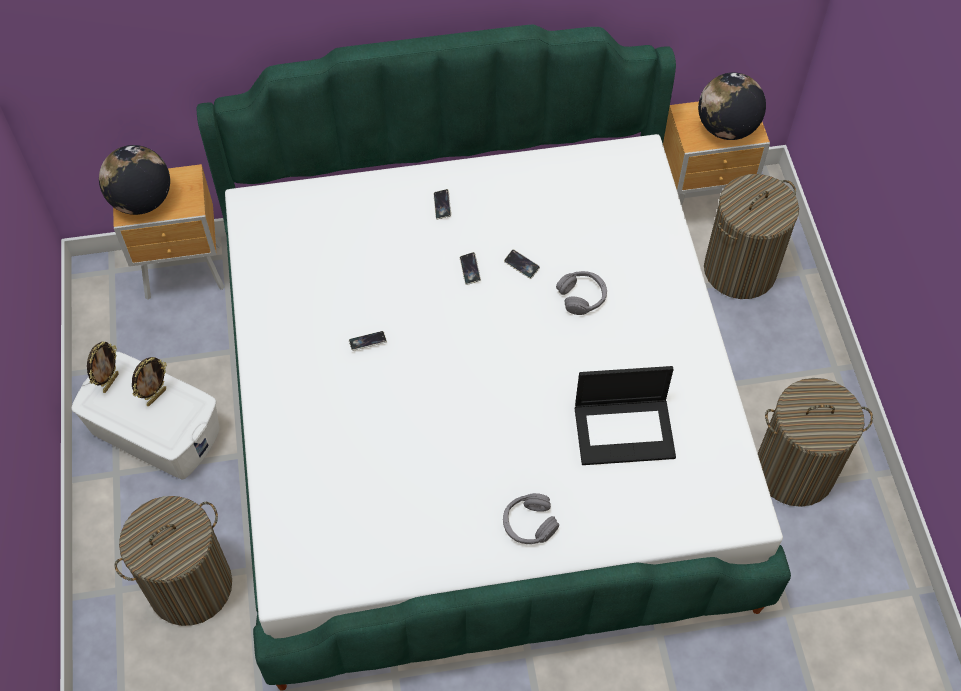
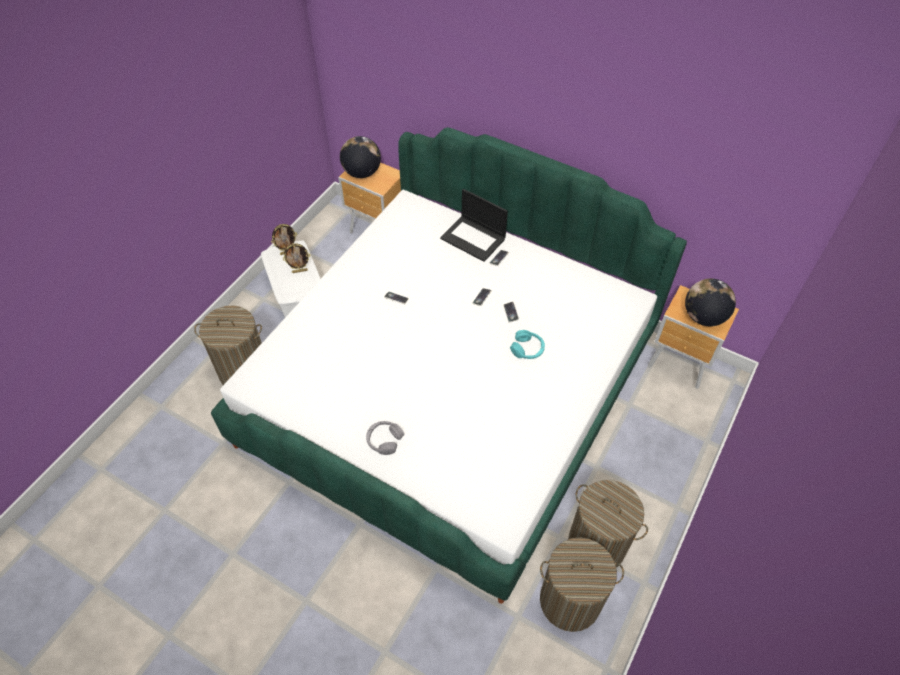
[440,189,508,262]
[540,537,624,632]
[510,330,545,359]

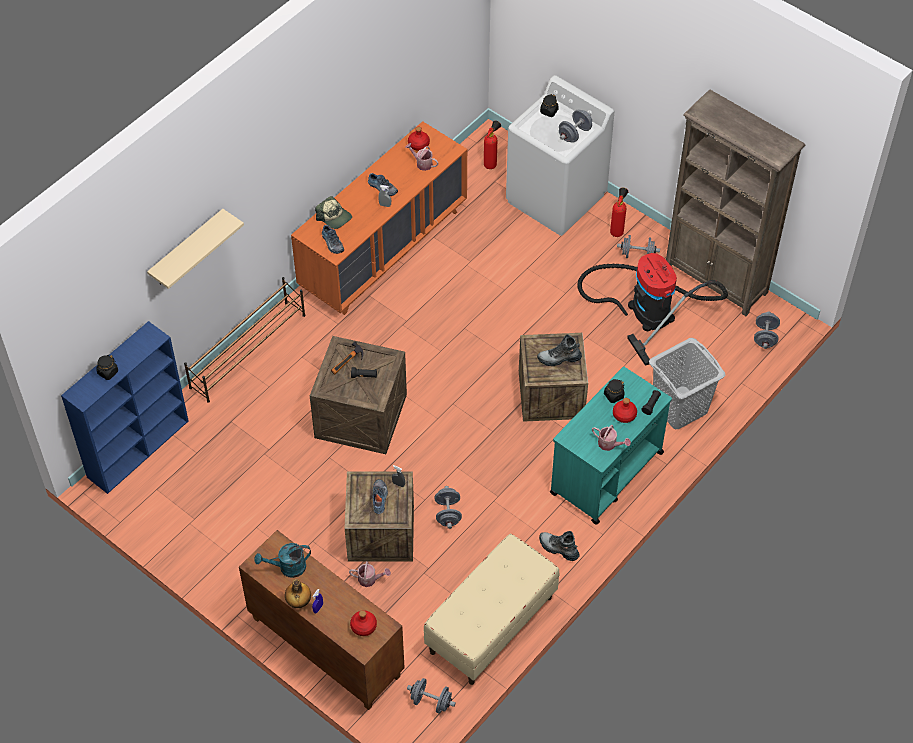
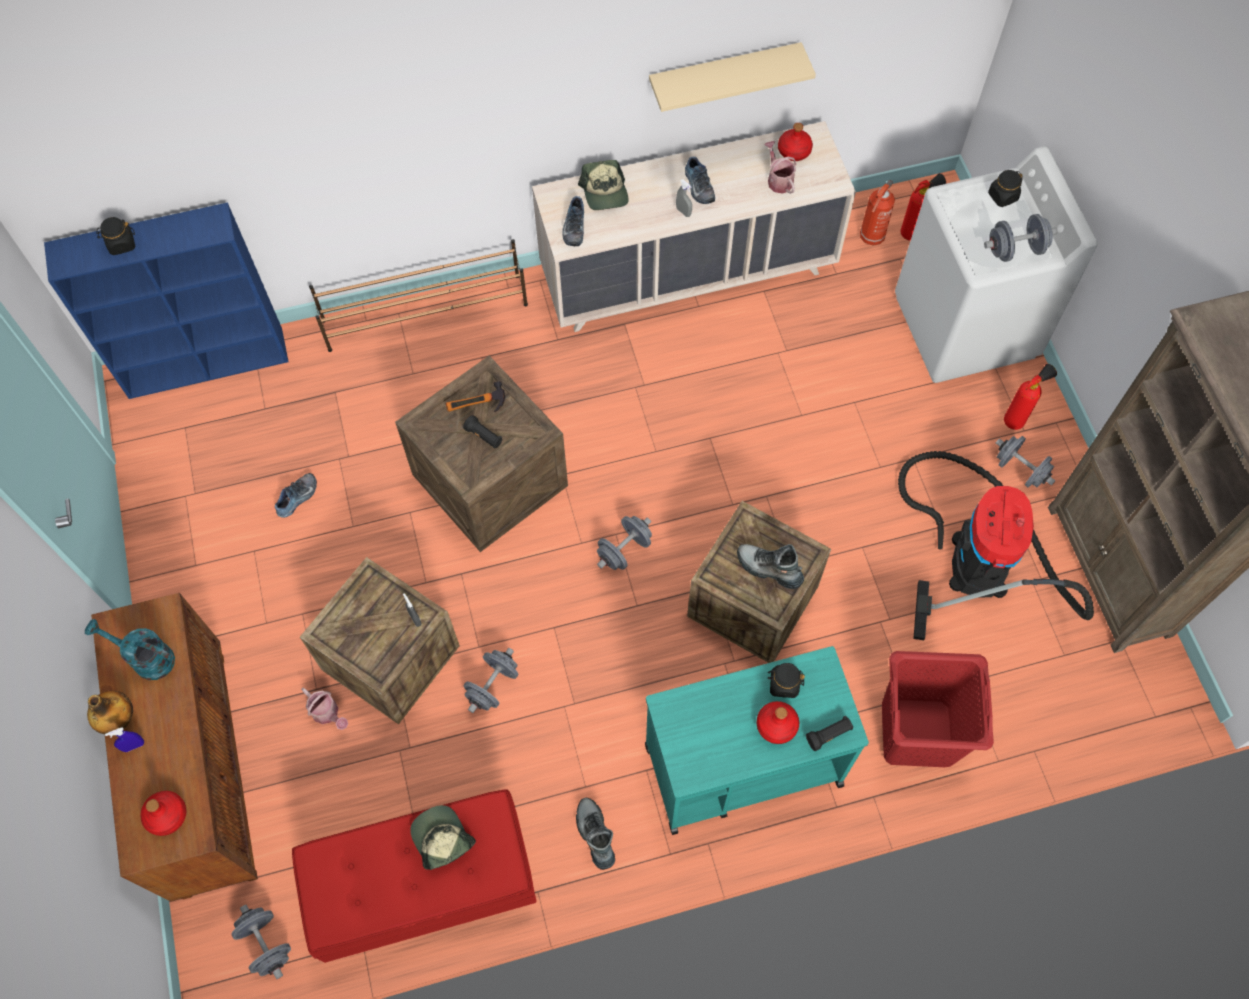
[592,425,631,451] (first image)
[410,805,476,870]
[860,180,895,246]
[649,42,816,112]
[275,473,317,518]
[597,516,652,570]
[532,121,856,332]
[292,790,537,963]
[882,651,994,767]

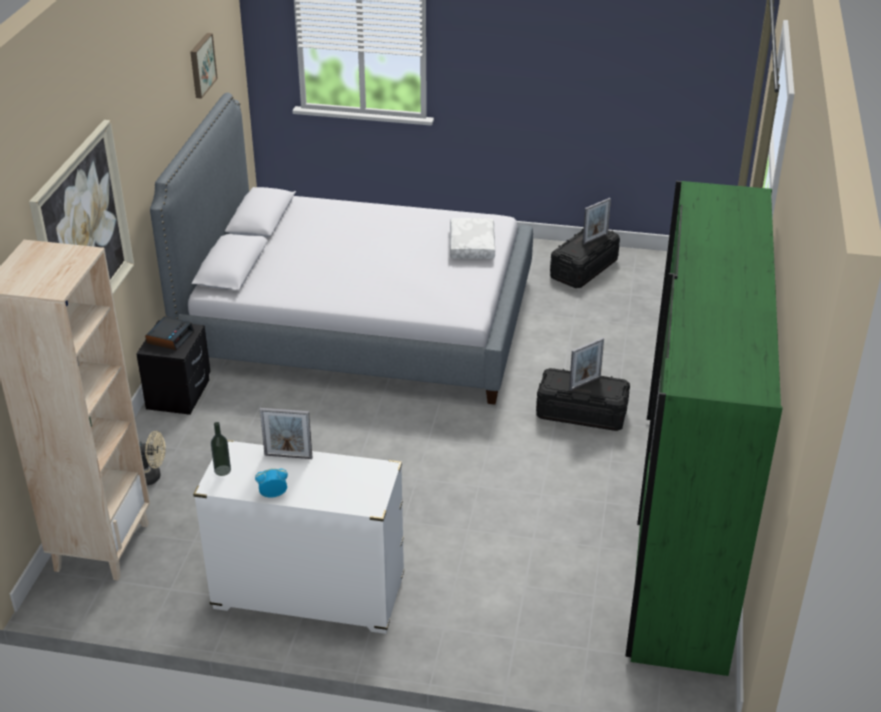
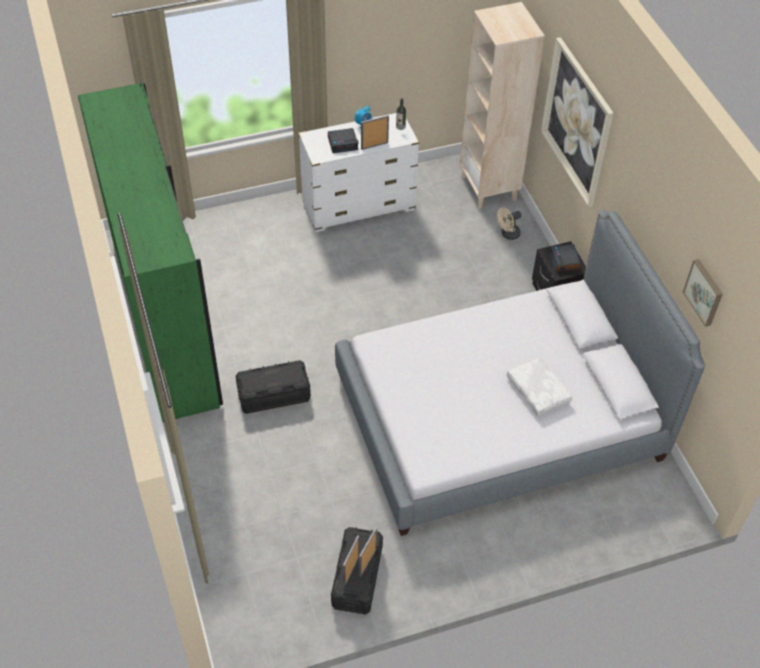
[328,128,358,153]
[507,357,572,416]
[359,527,377,577]

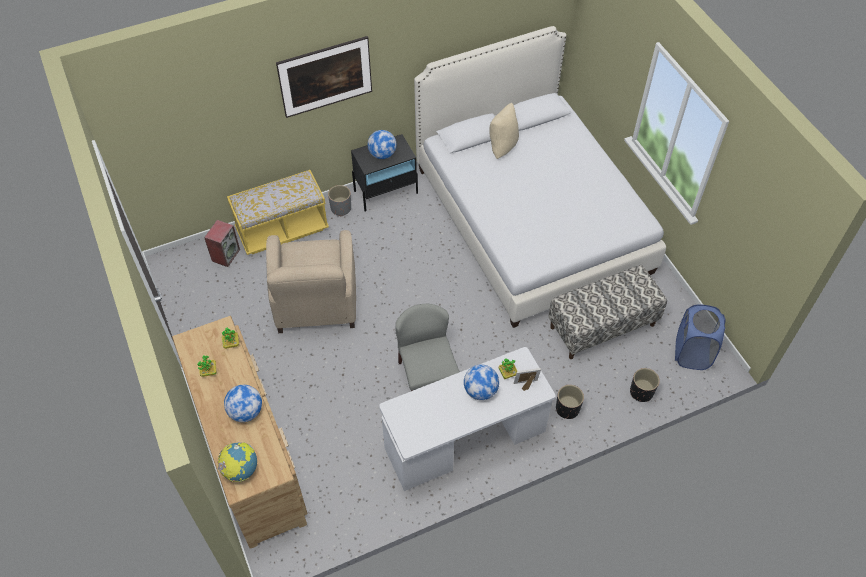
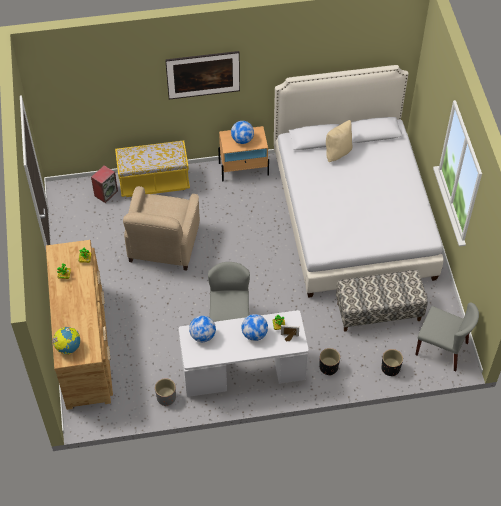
[189,316,216,342]
[155,378,176,406]
[415,302,479,371]
[218,126,269,181]

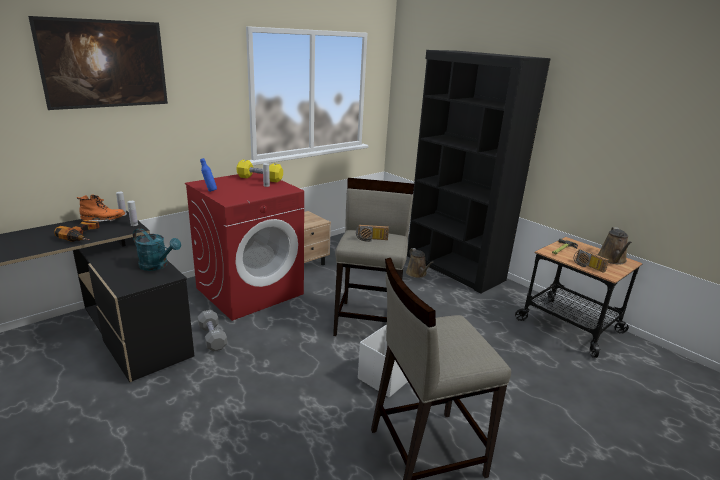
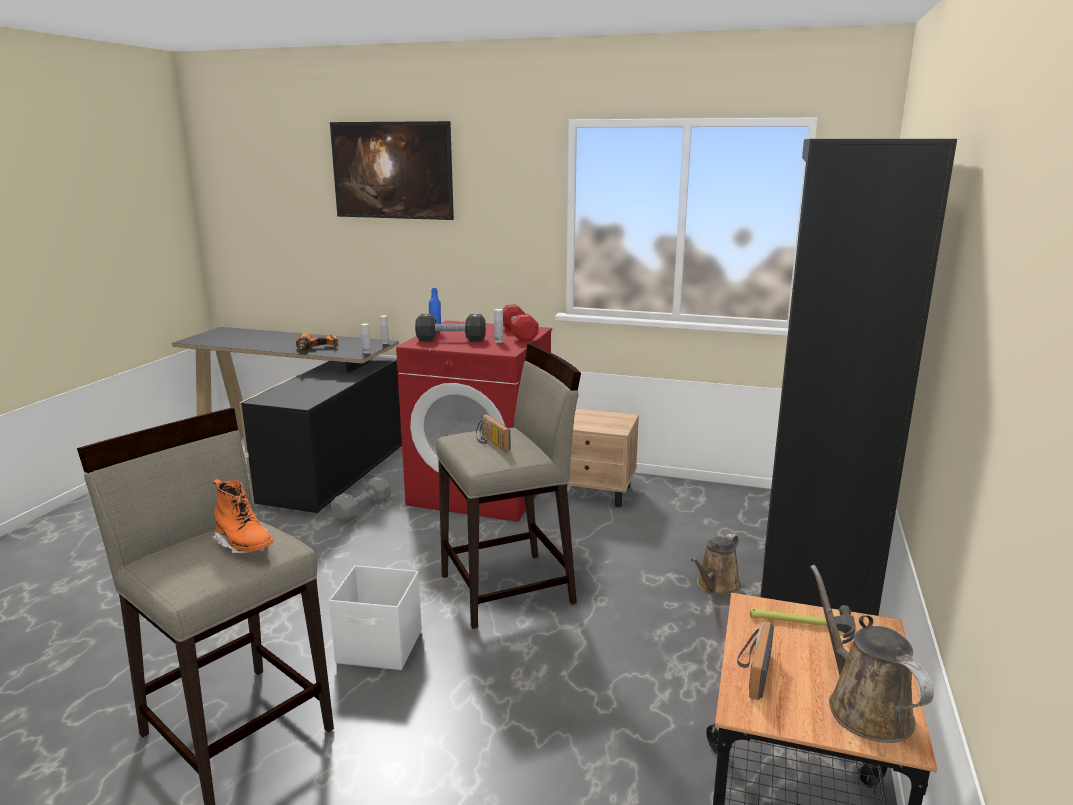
[133,228,181,271] (first image)
[415,314,486,341]
[212,479,274,553]
[502,304,538,342]
[810,565,934,743]

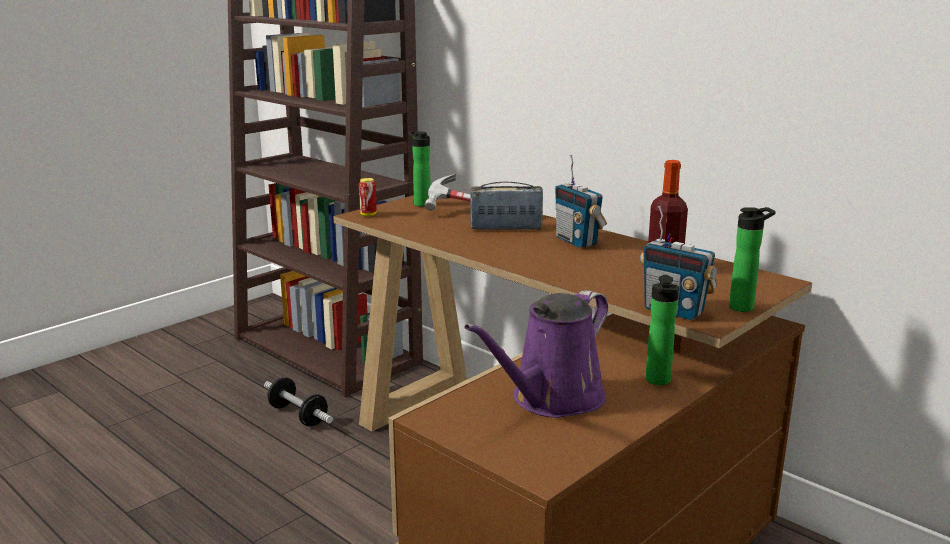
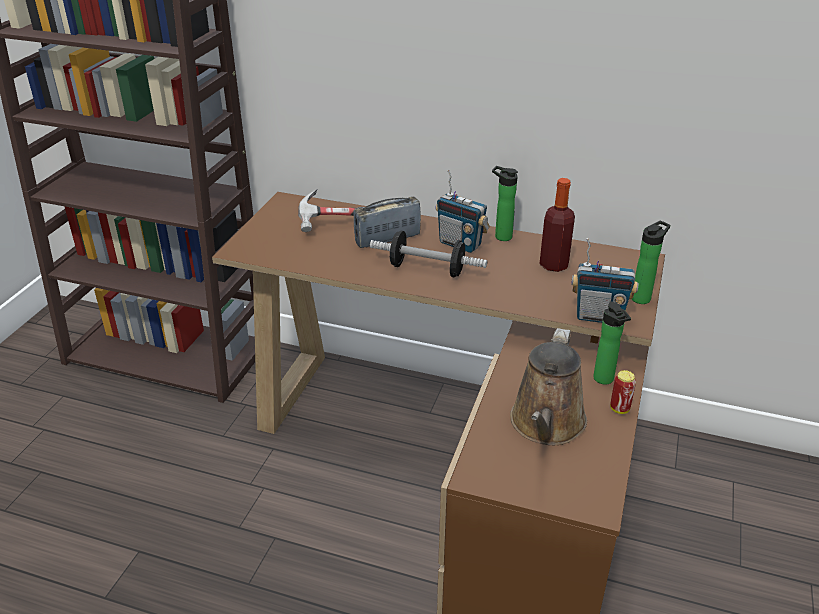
[370,231,487,277]
[610,370,636,414]
[492,166,518,241]
[510,328,587,445]

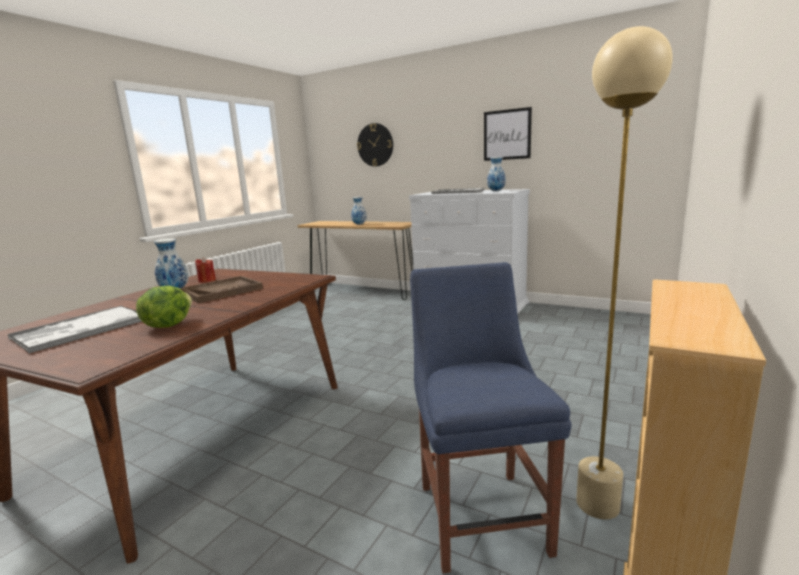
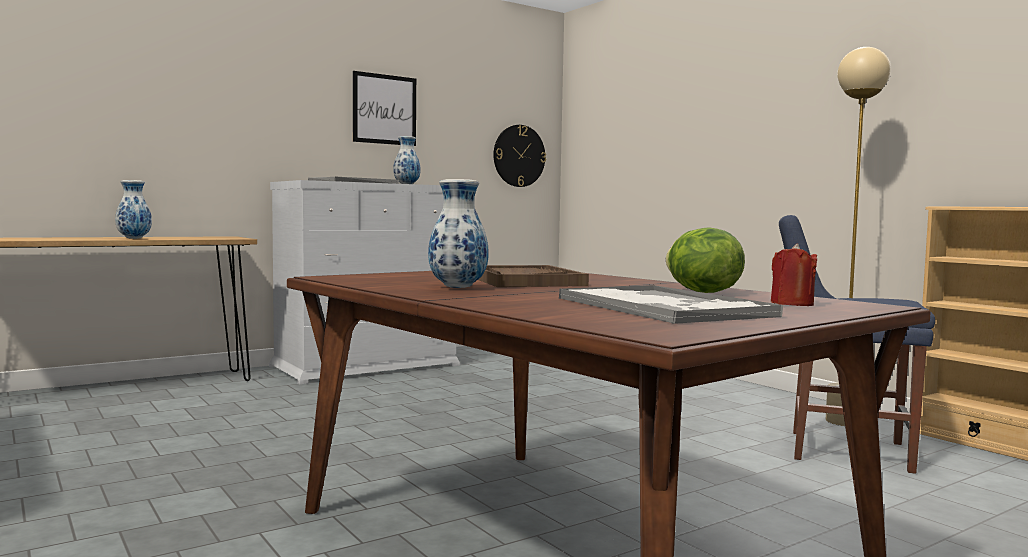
[771,244,817,306]
[493,125,546,187]

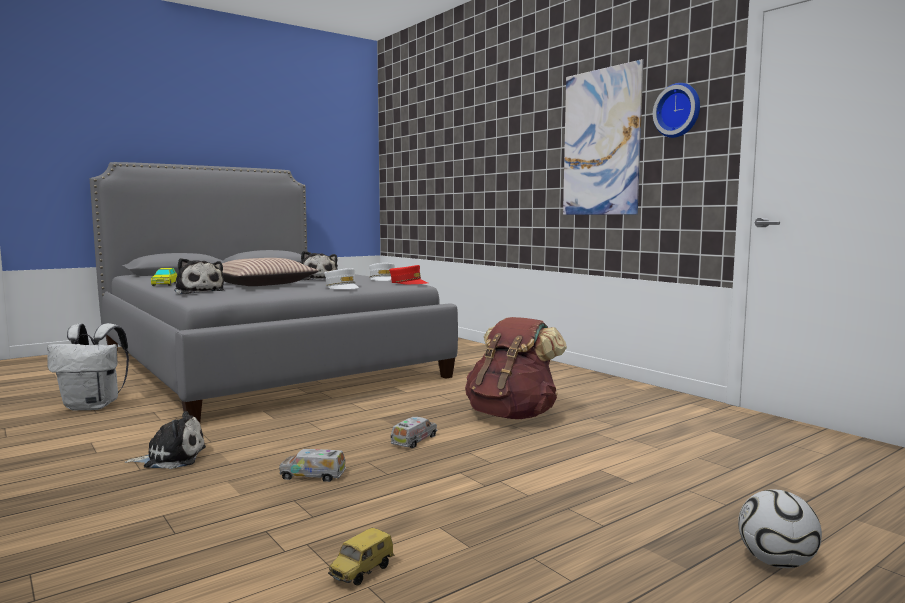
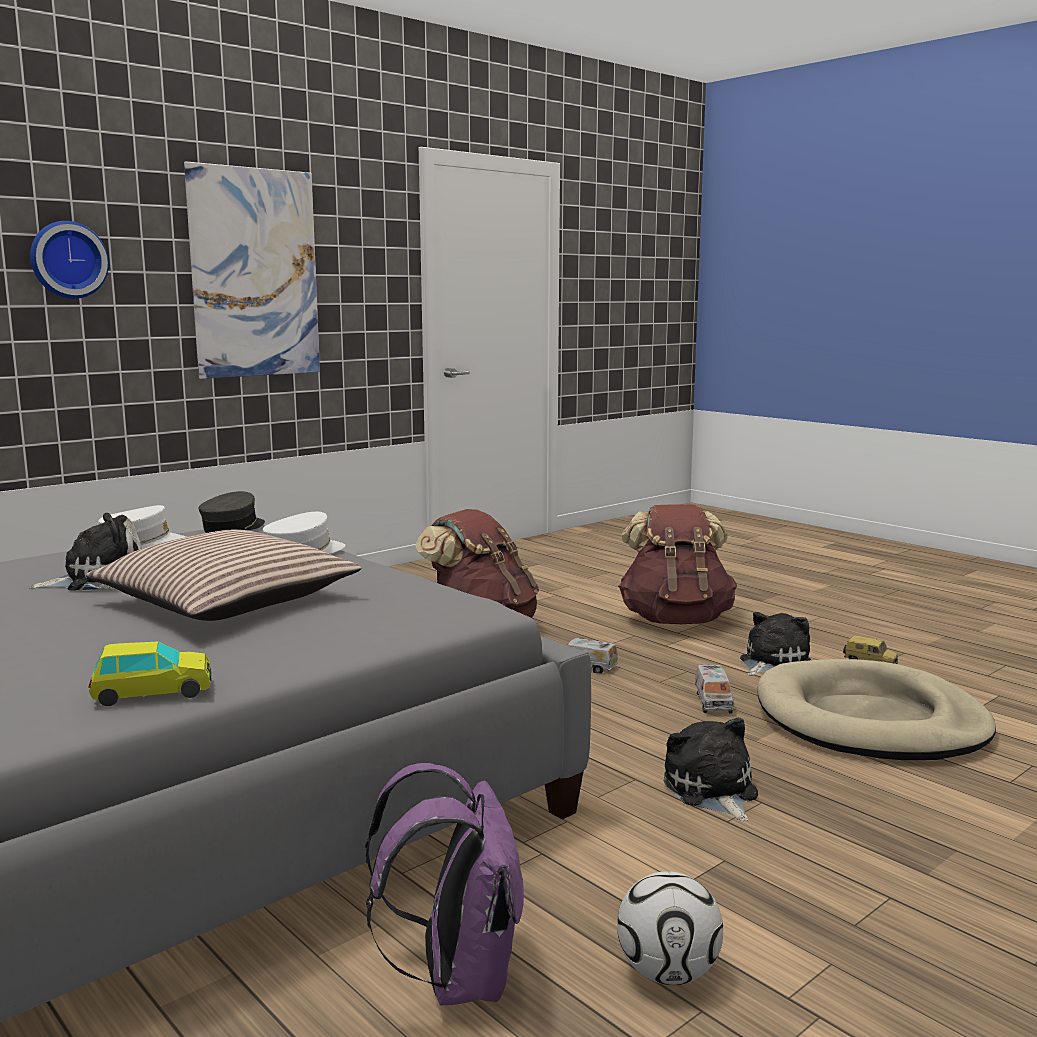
[618,504,737,624]
[757,659,996,760]
[740,612,811,676]
[30,221,109,299]
[617,871,723,985]
[365,763,524,1005]
[198,491,265,533]

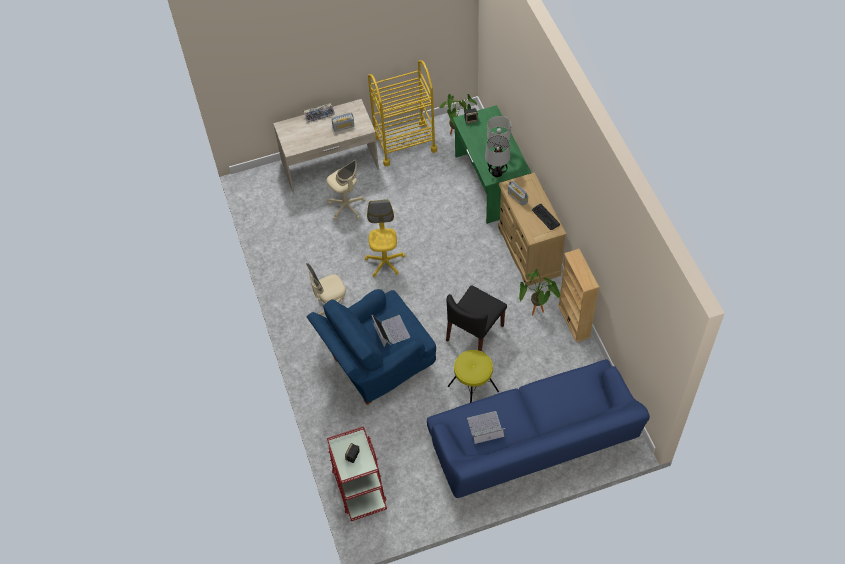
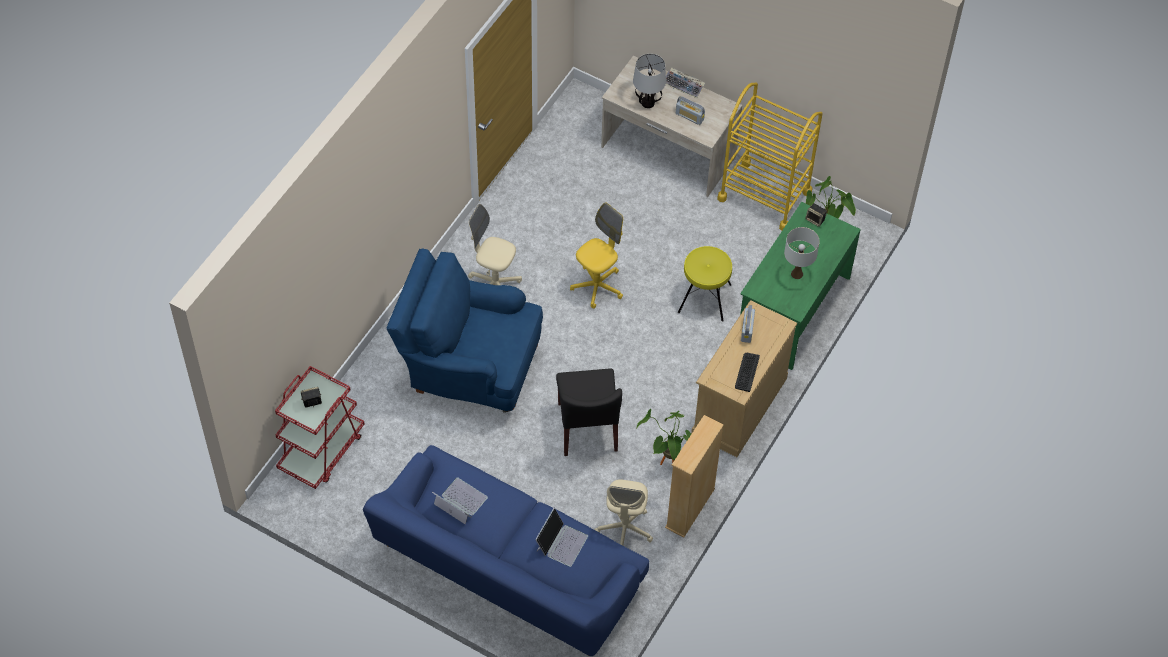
[595,479,653,546]
[535,508,588,567]
[678,246,732,322]
[633,54,666,108]
[556,369,622,456]

